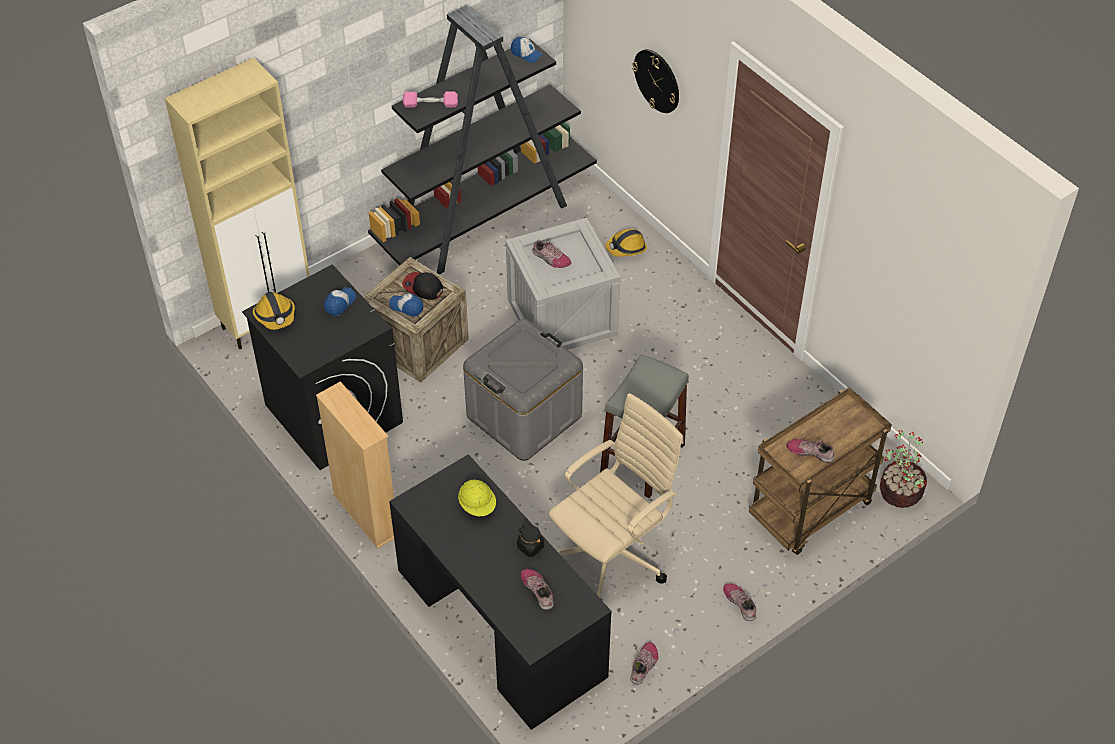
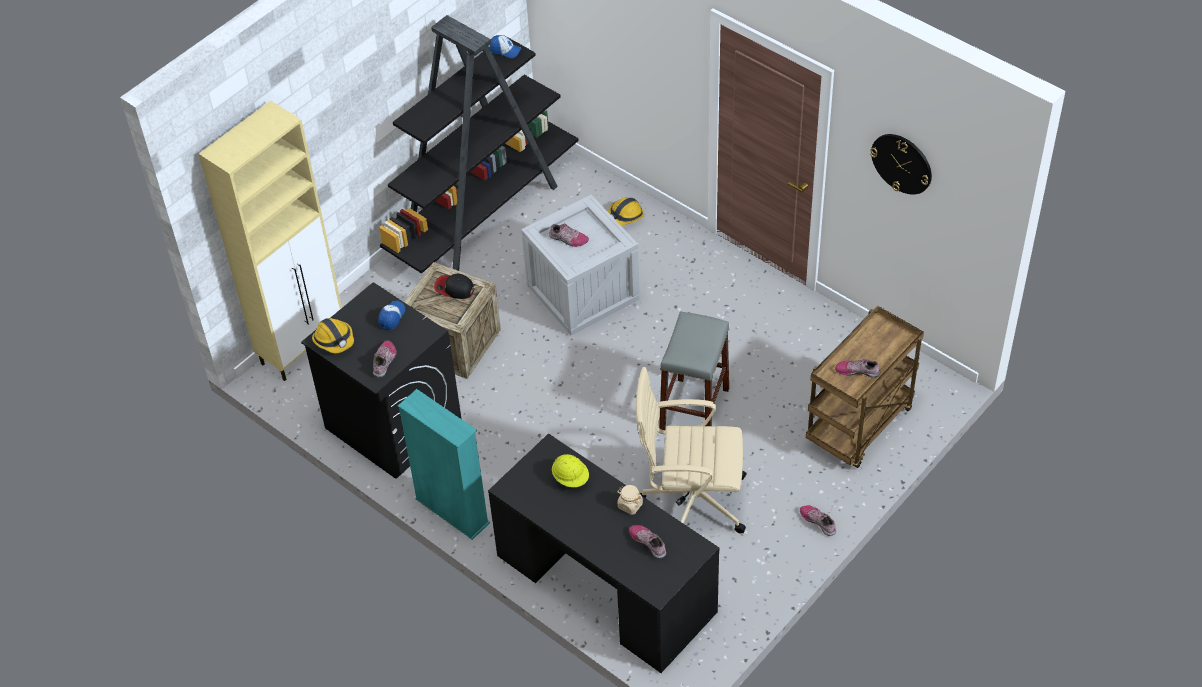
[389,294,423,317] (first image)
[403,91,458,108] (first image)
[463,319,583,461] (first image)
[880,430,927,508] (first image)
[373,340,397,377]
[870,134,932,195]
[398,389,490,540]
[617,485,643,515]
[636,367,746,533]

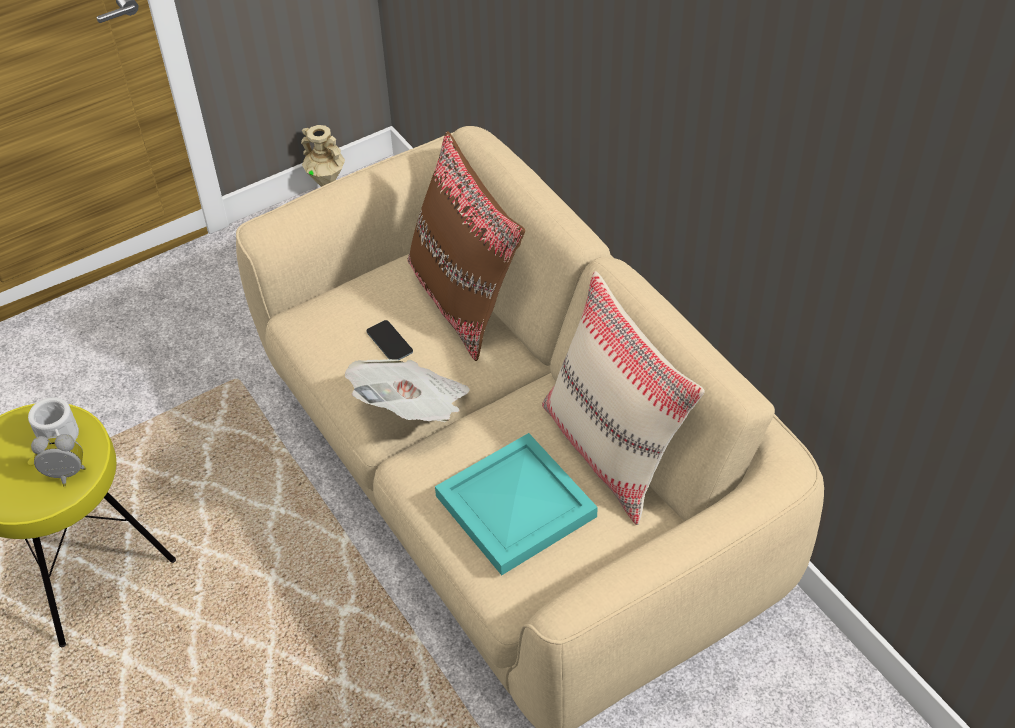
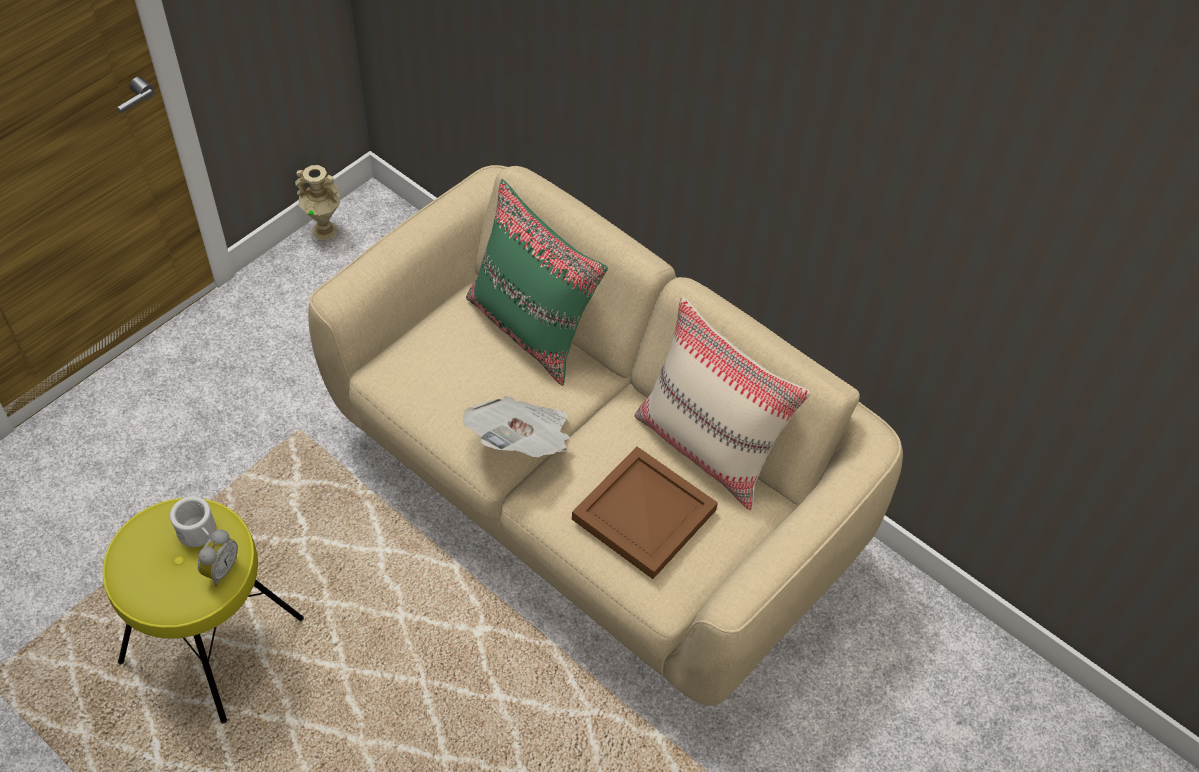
[366,320,413,360] (first image)
[466,179,608,386]
[572,447,718,579]
[198,529,238,587]

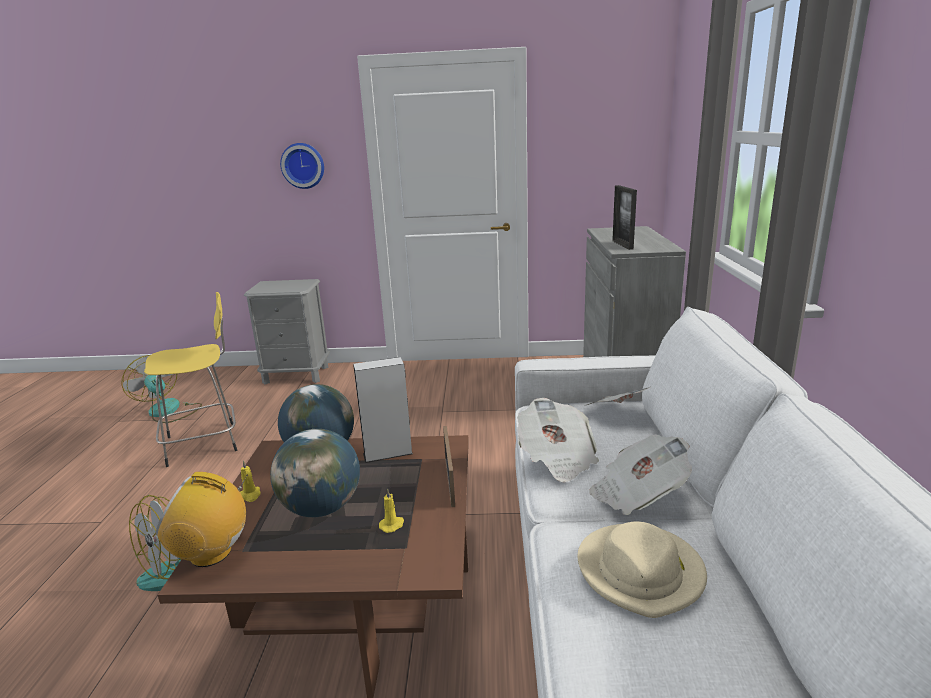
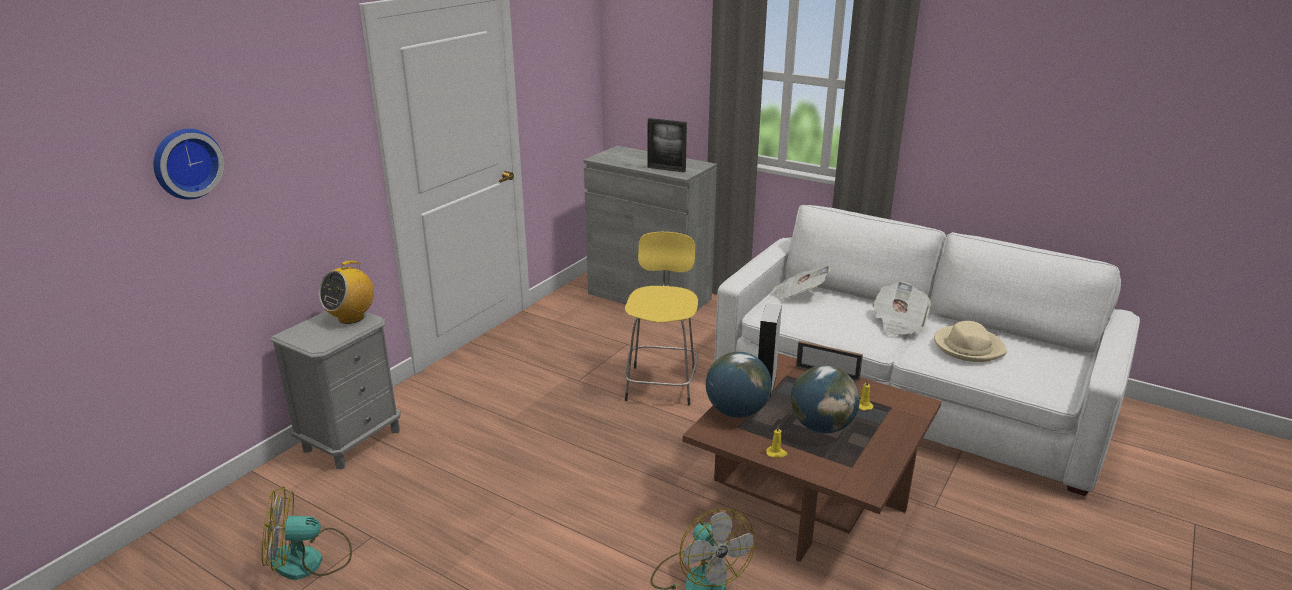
[517,398,599,483] (first image)
[625,232,698,406]
[319,261,374,324]
[153,129,224,199]

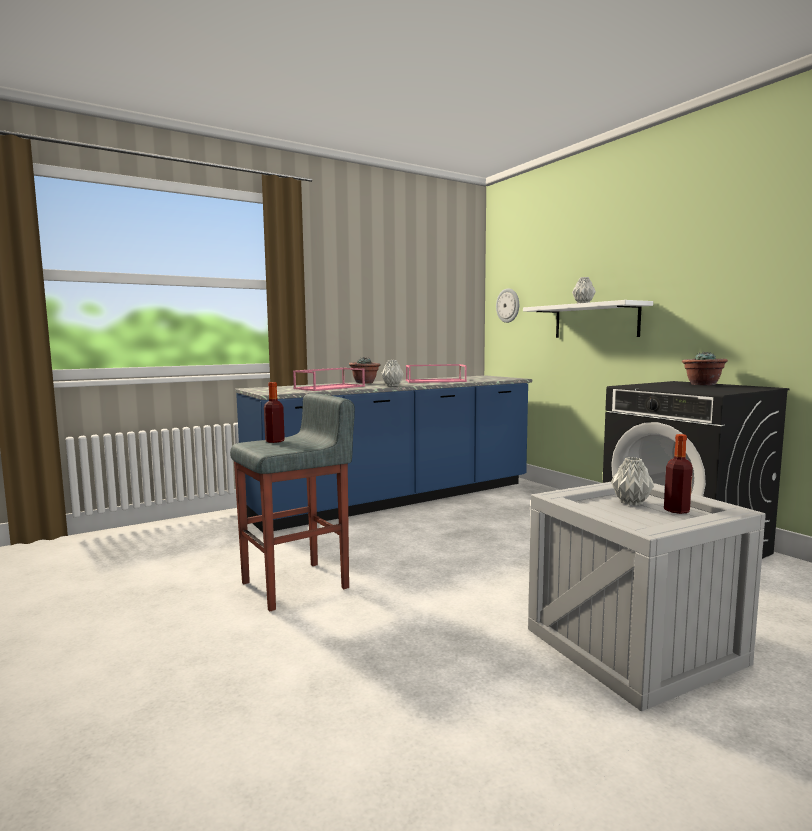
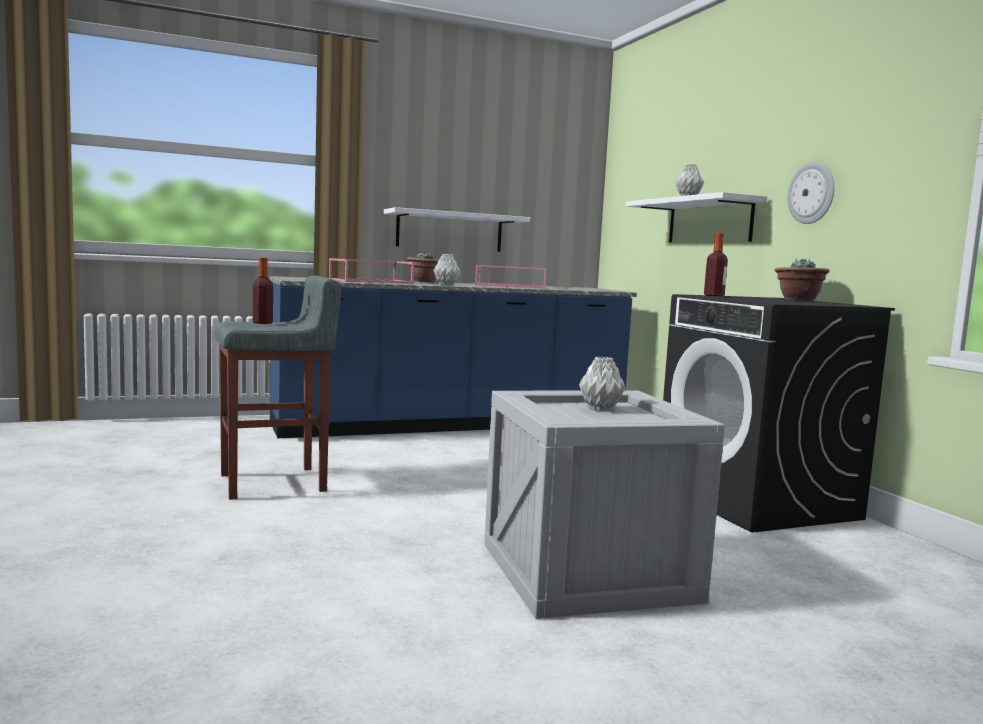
[384,207,530,252]
[788,162,834,224]
[704,233,728,296]

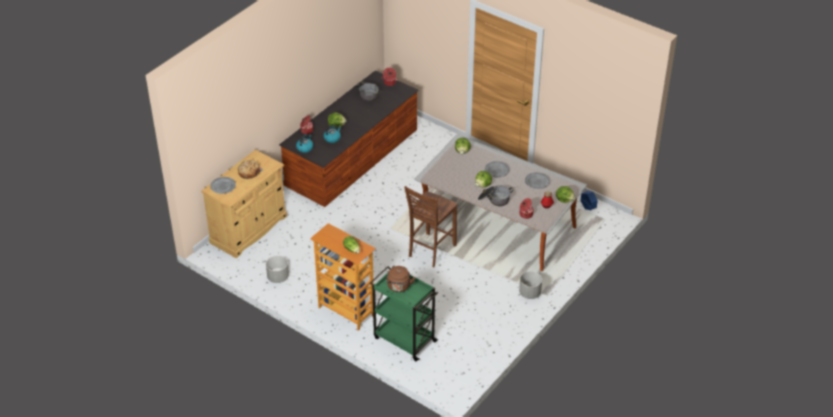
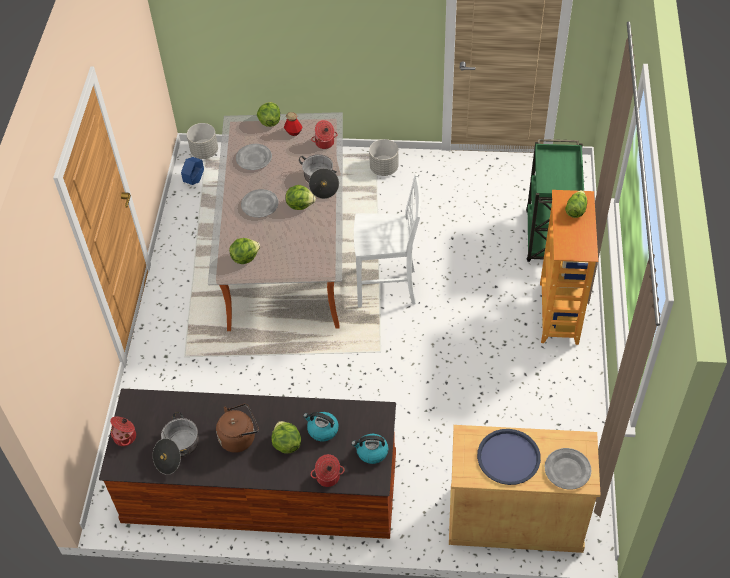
[187,123,218,159]
[216,403,259,453]
[477,429,541,485]
[354,174,421,308]

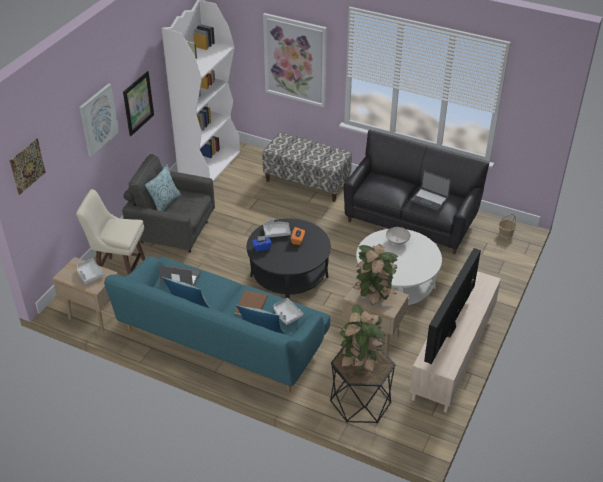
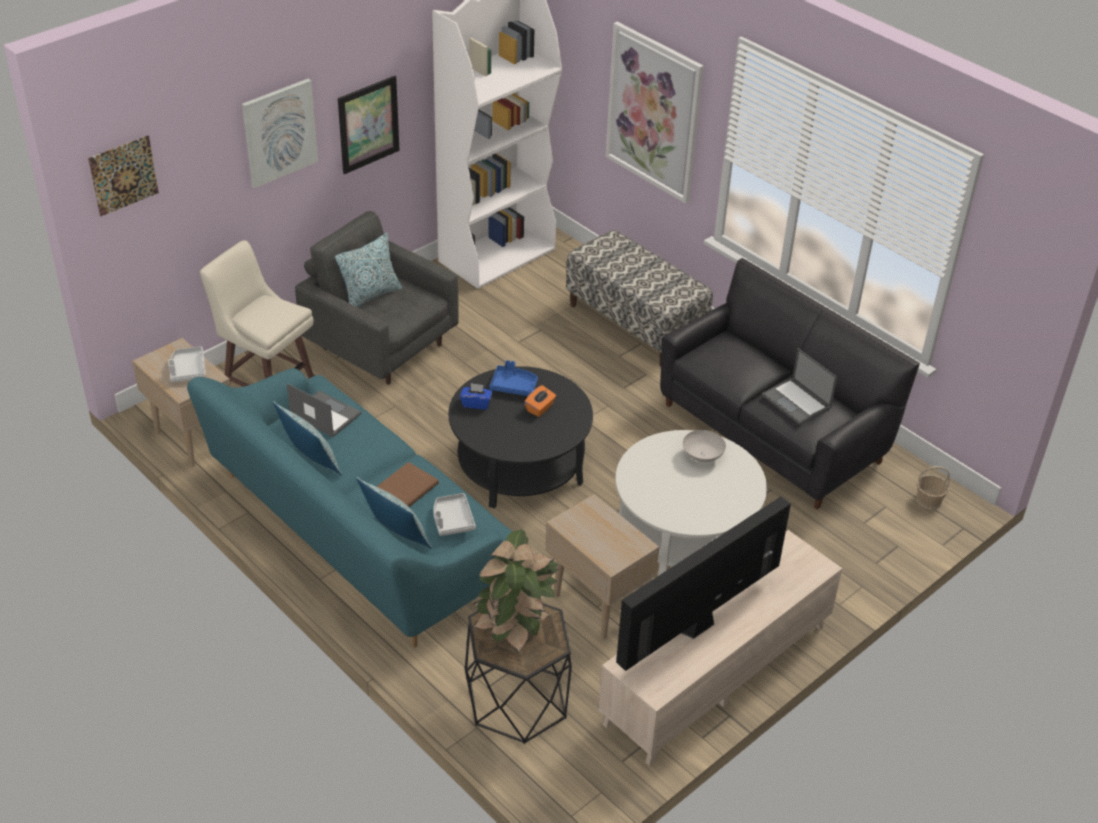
[352,244,398,306] (first image)
[489,360,538,396]

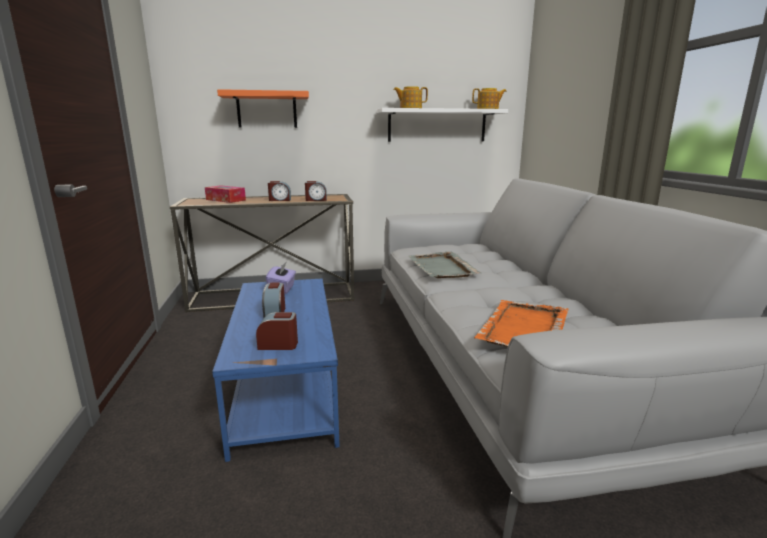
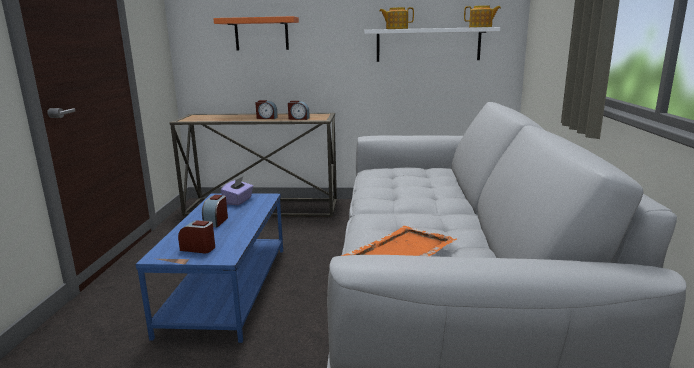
[205,185,246,203] (first image)
[409,251,481,278] (first image)

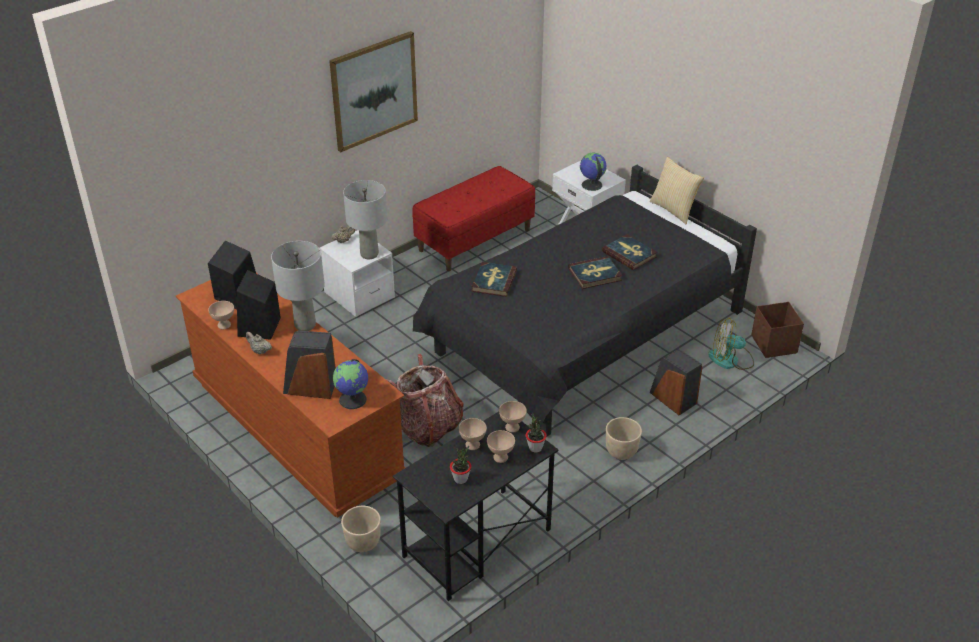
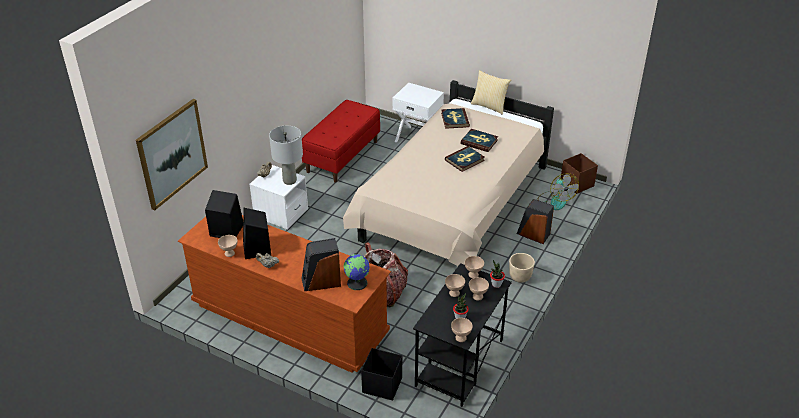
[271,241,325,331] (first image)
[580,153,607,191] (first image)
[451,318,472,342]
[136,99,208,210]
[441,108,470,129]
[361,348,402,401]
[343,80,554,266]
[538,173,579,210]

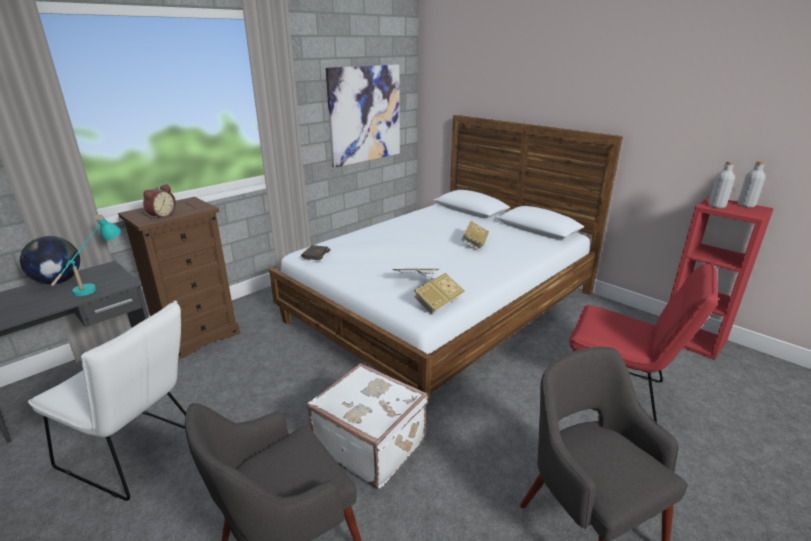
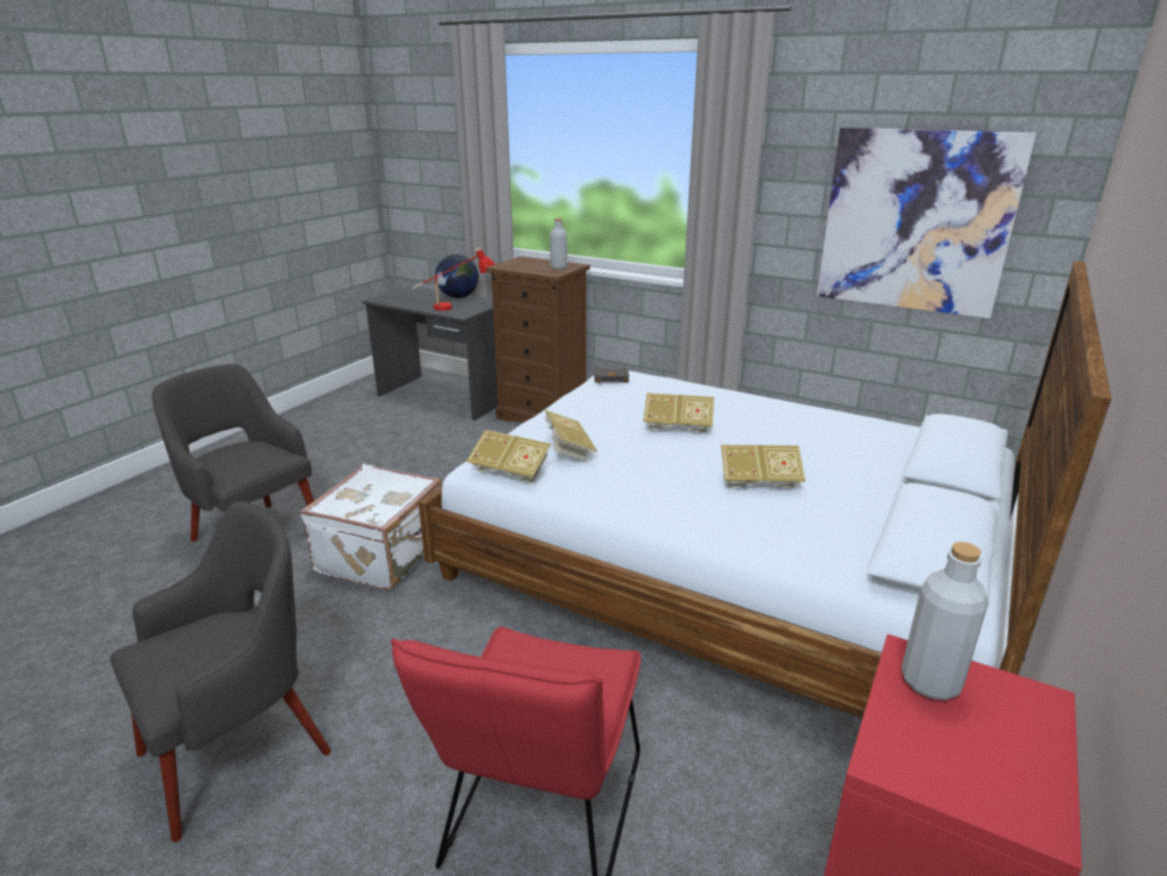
[28,301,186,501] (first image)
[143,184,176,220] (first image)
[643,393,714,434]
[550,218,567,269]
[412,247,496,311]

